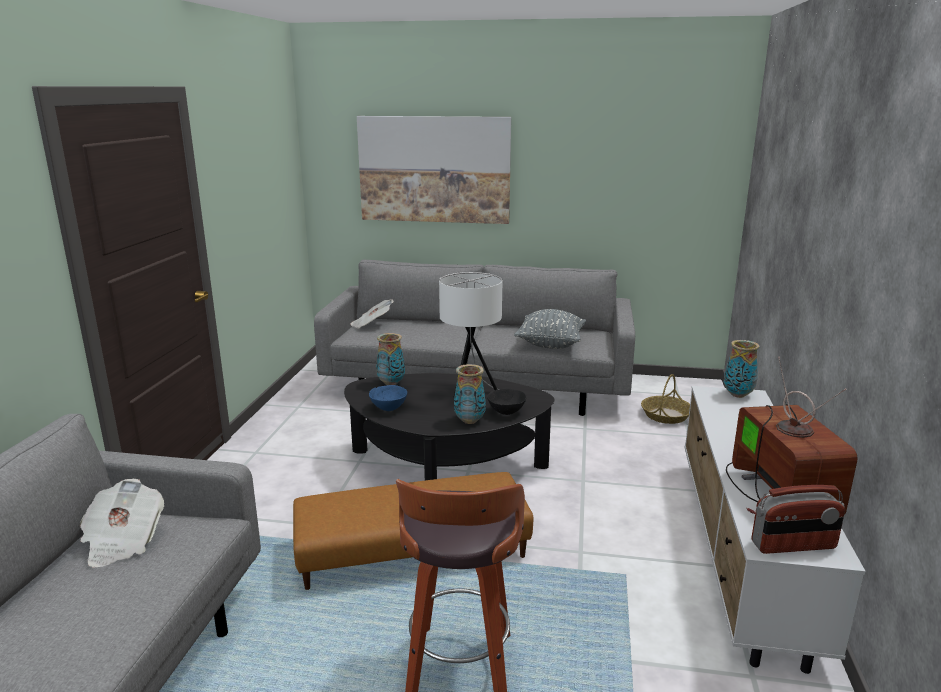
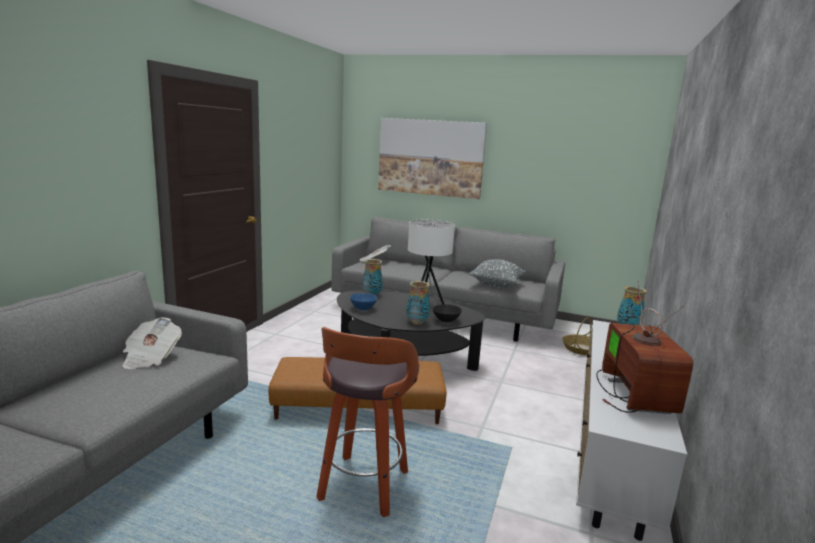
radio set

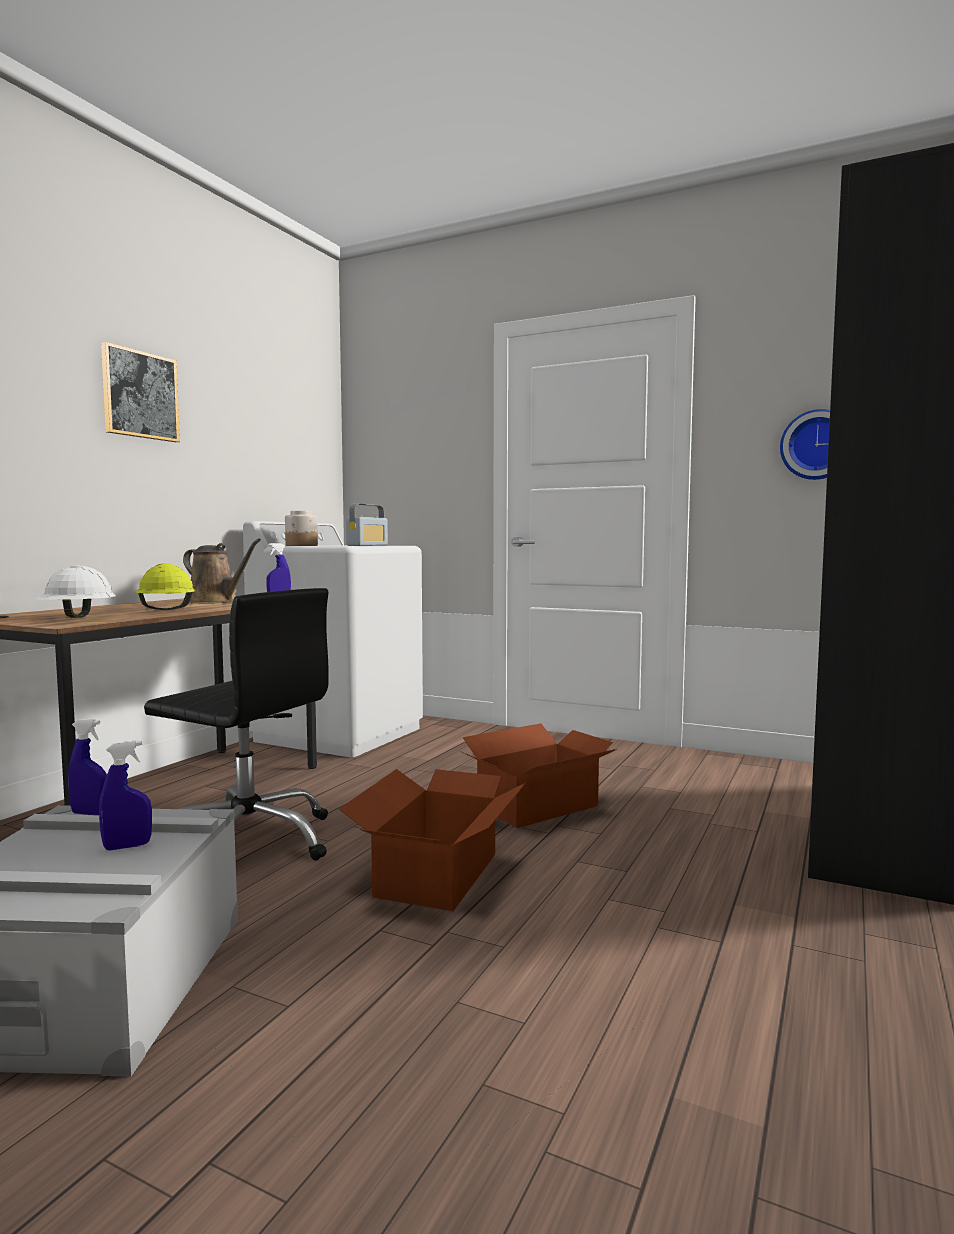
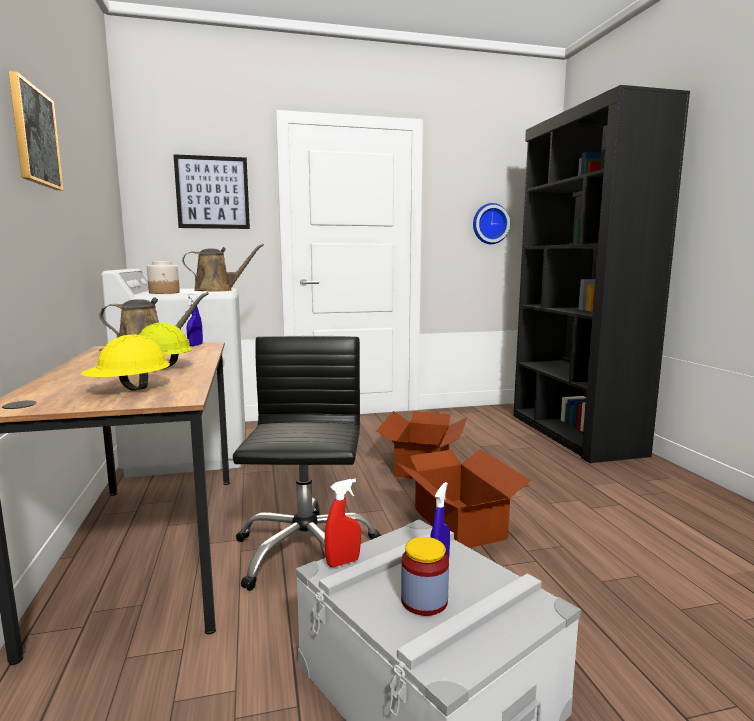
yellow-coloured hard hat (1st from left); red spray bottle; blackish computer chair; brown-coloured sprinkling can (2nd from left); wall picture (2nd from left); preserve jar (2nd from left)

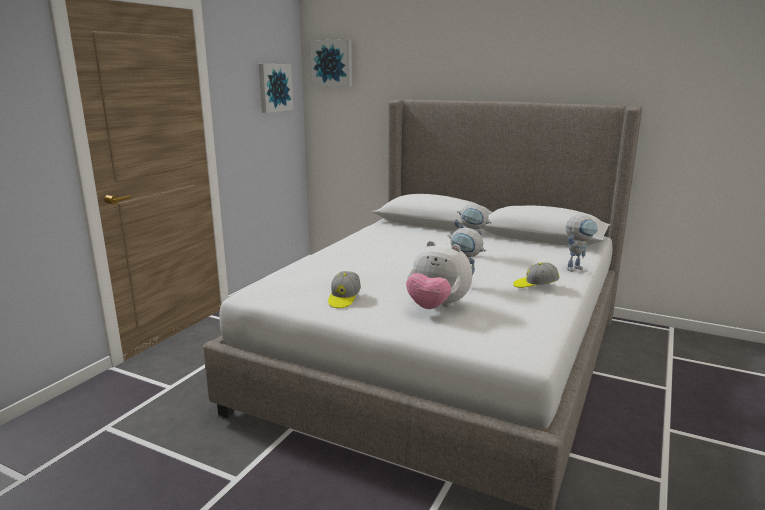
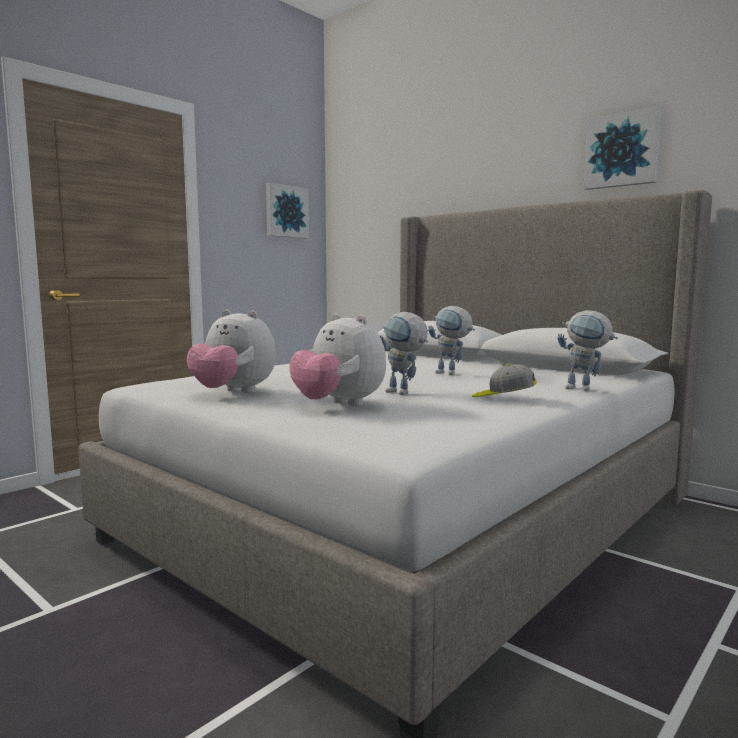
wall picture (2nd from left); cuddly toy (1st from left); toy robot (3rd from left)

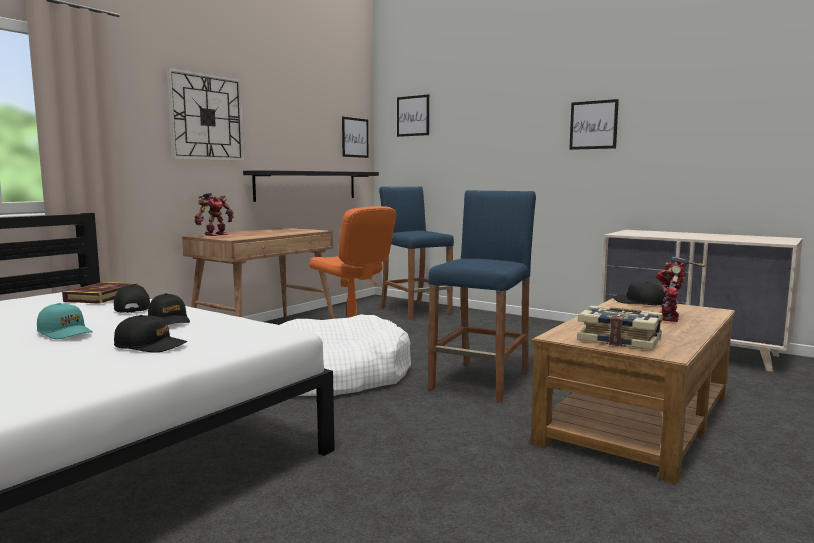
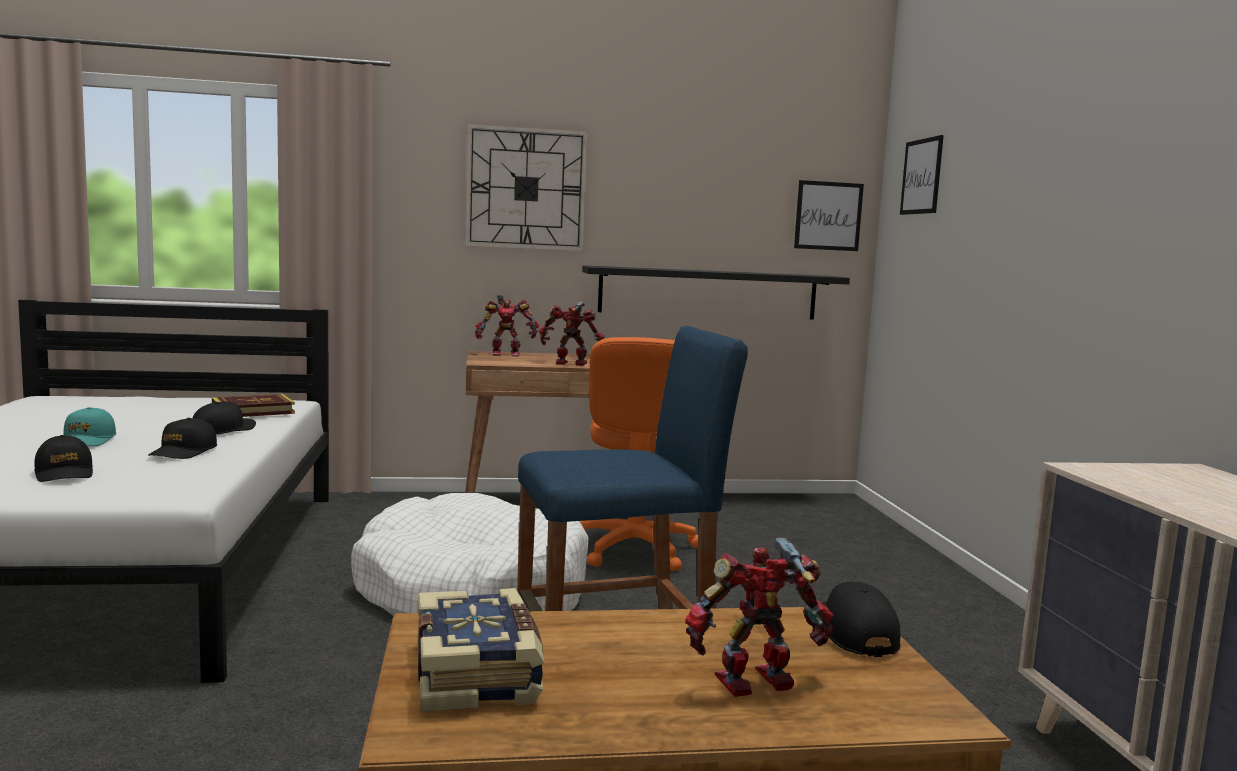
bluish stool (1st from left in the first image); wall picture (3rd from left in the first image); toy robot (2nd from left)

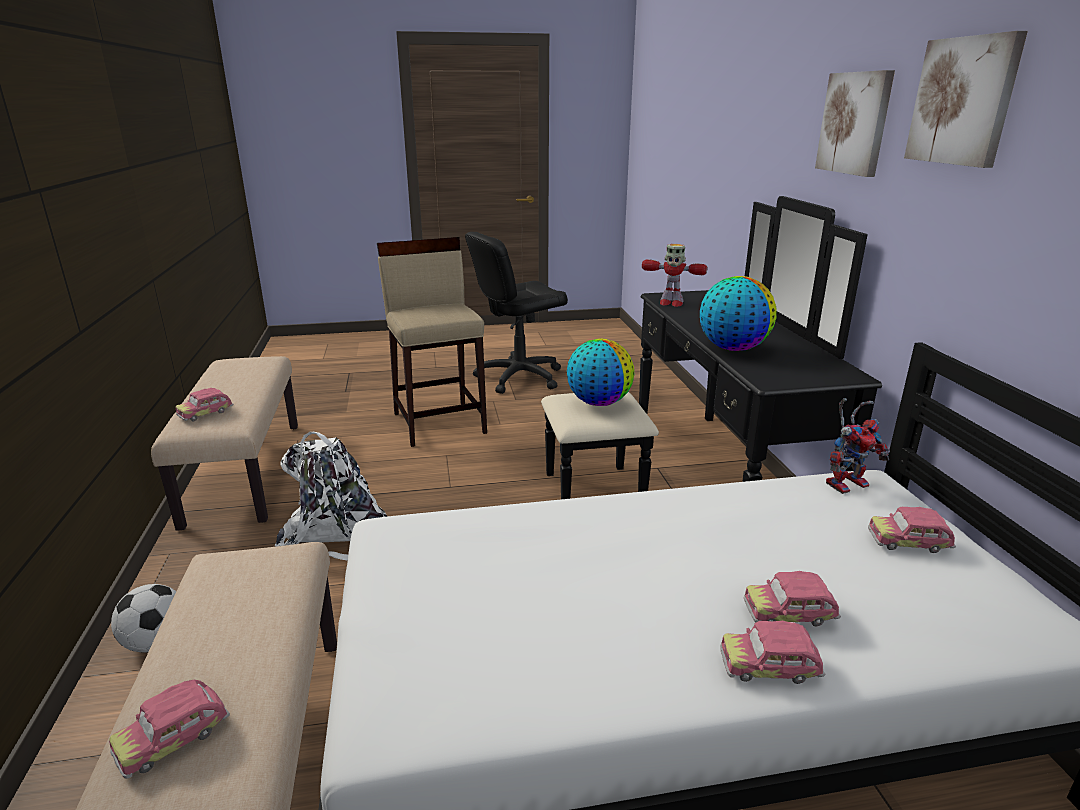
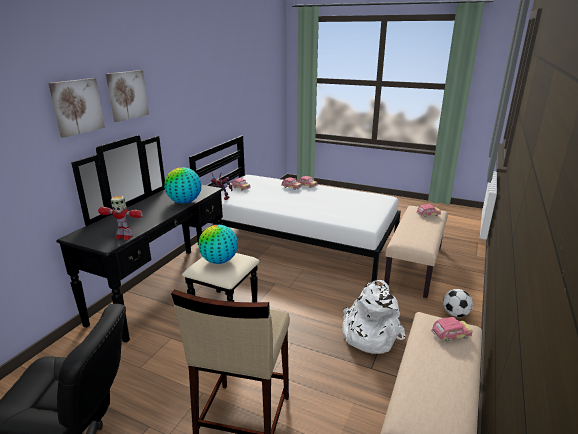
toy robot (1st from left); wall picture (1st from left)

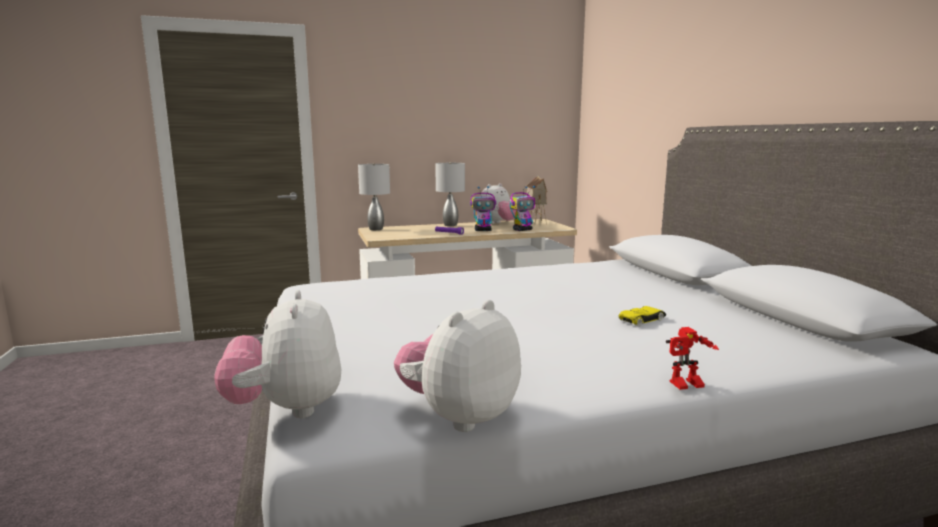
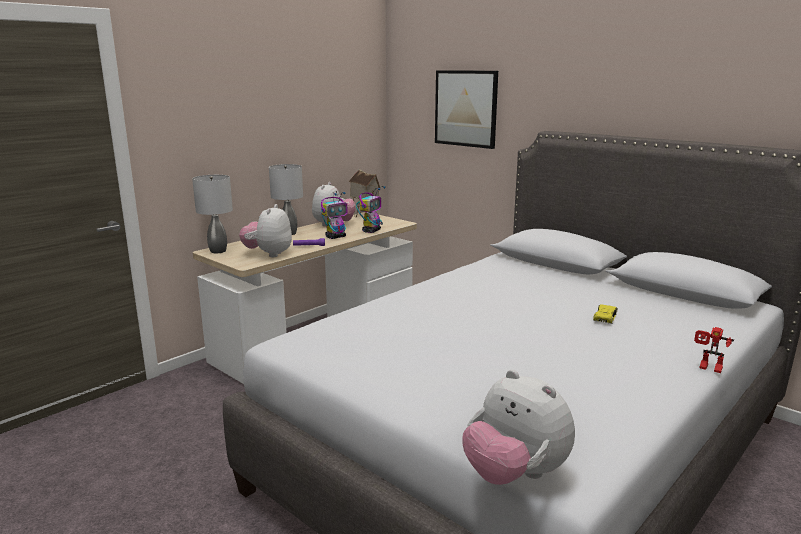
cuddly toy (1st from left); toy robot (3rd from left); wall picture

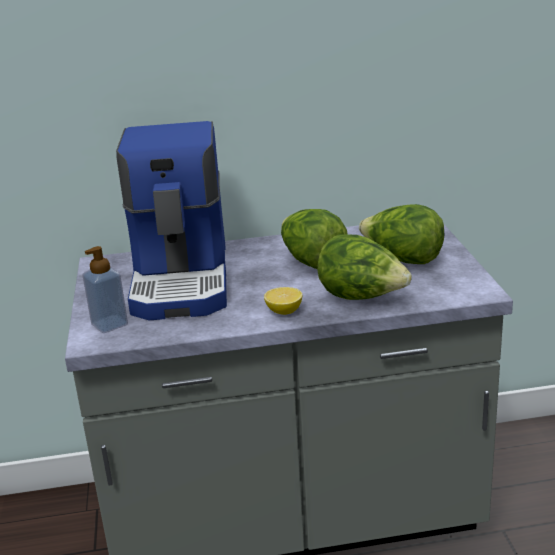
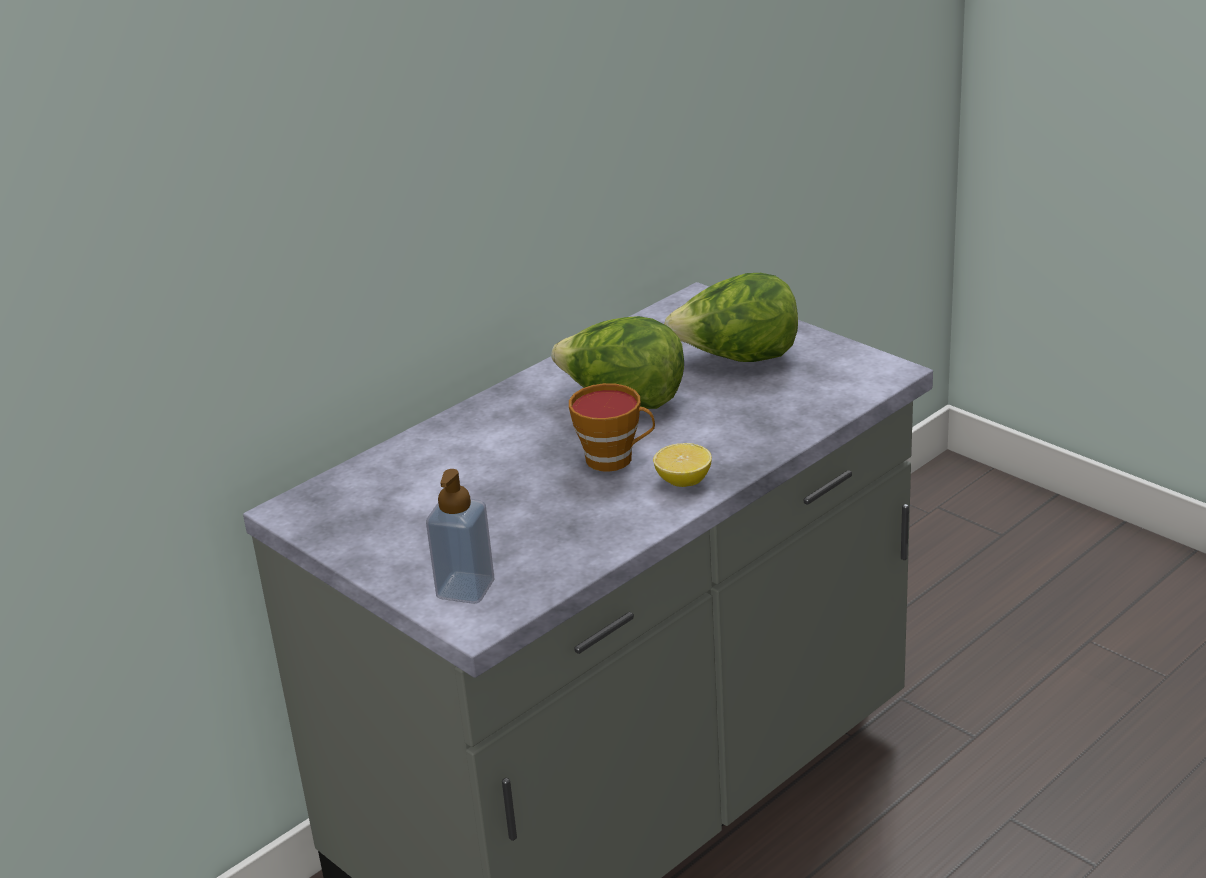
coffee maker; head of lettuce (2nd from left in the first image); cup

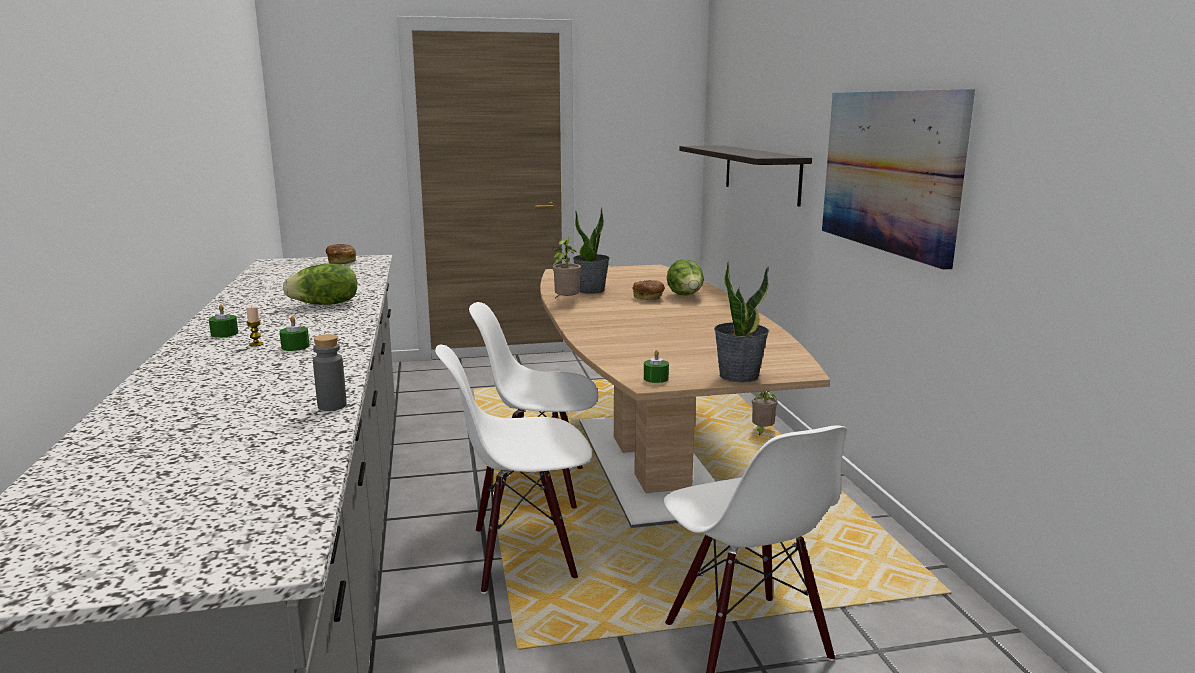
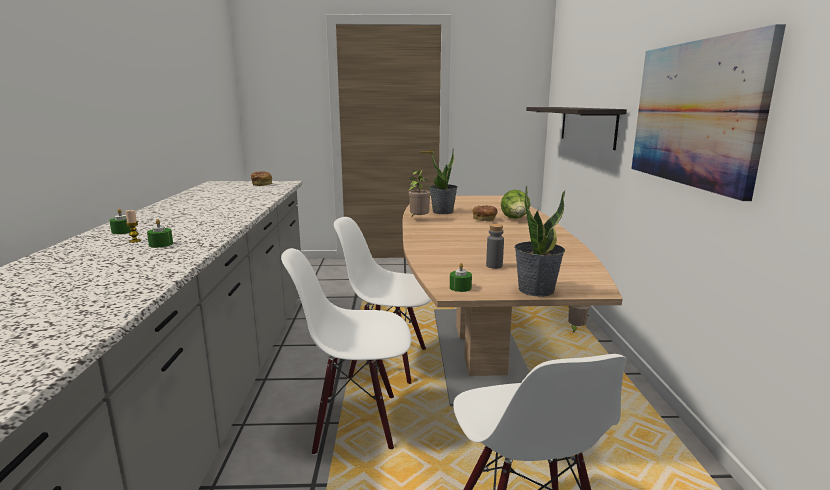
head of lettuce (1st from left in the first image); greyish bottle

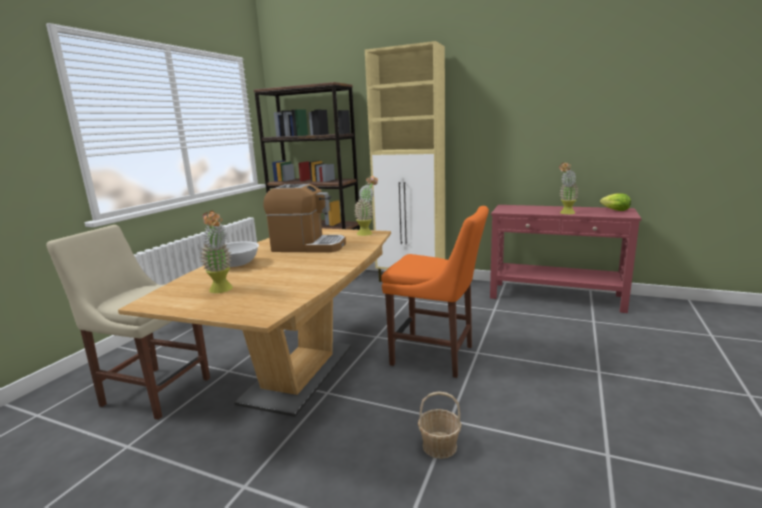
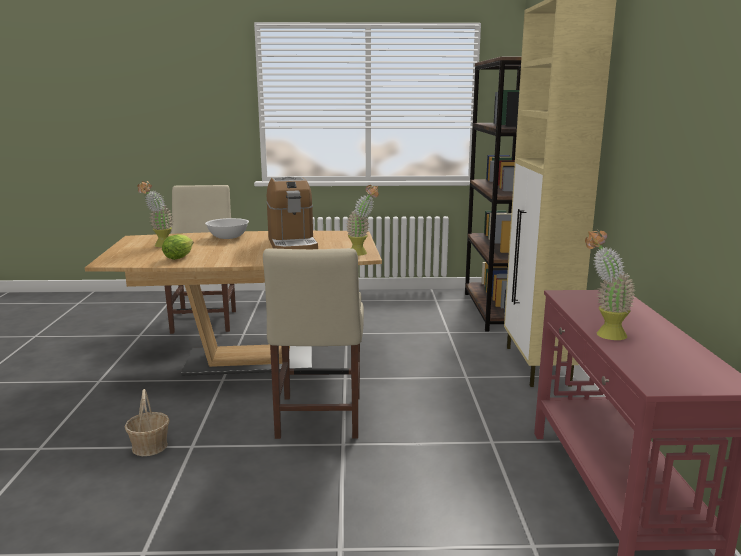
beige-coloured upright chair (2nd from left); head of lettuce

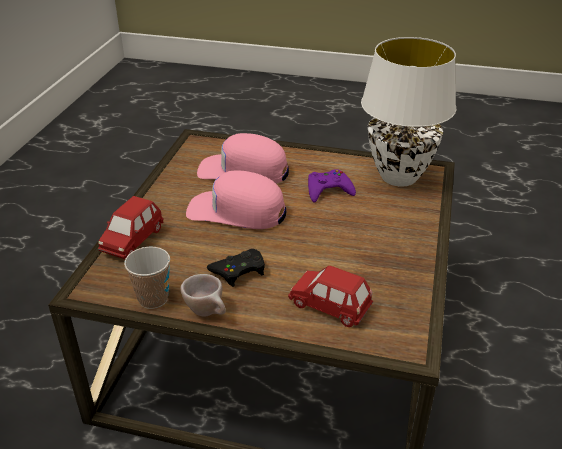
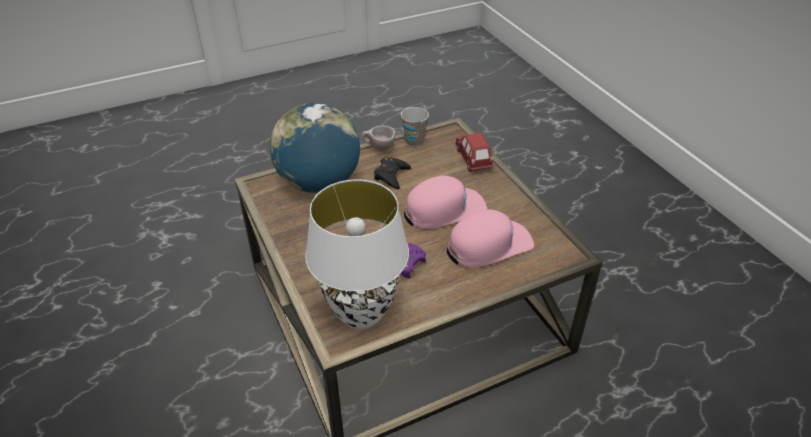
globe

